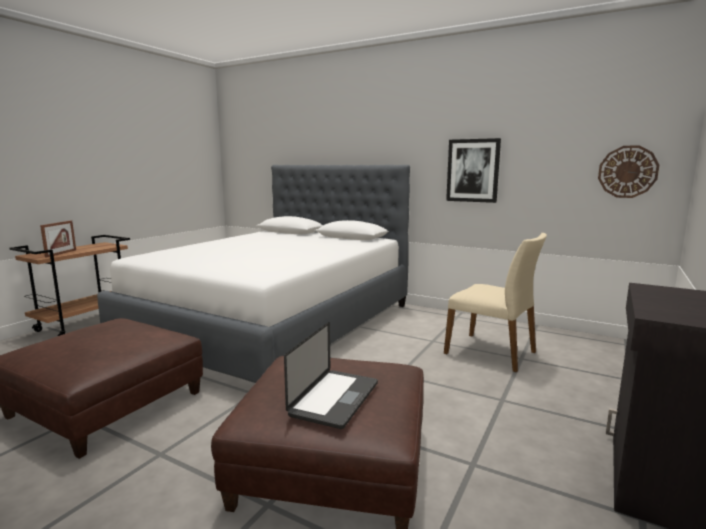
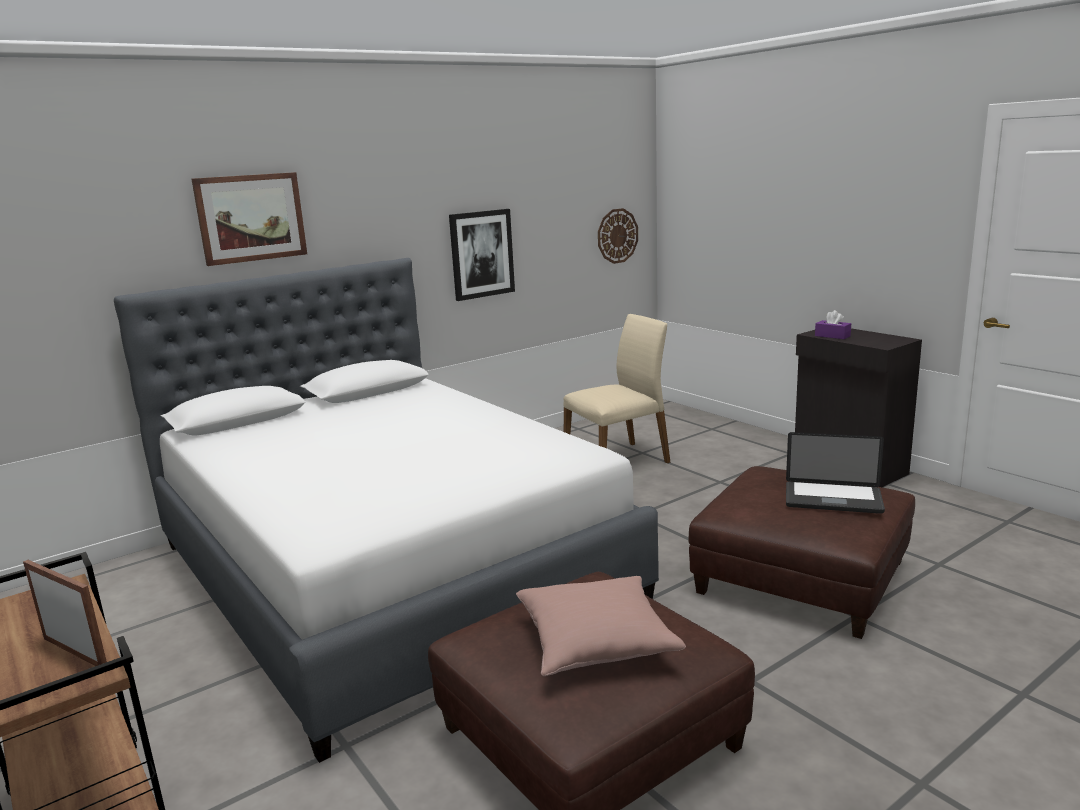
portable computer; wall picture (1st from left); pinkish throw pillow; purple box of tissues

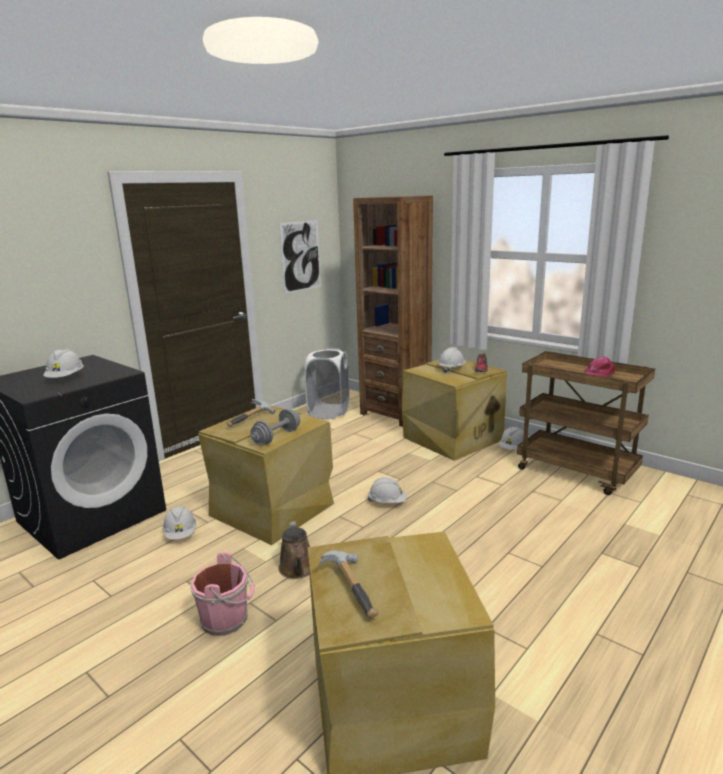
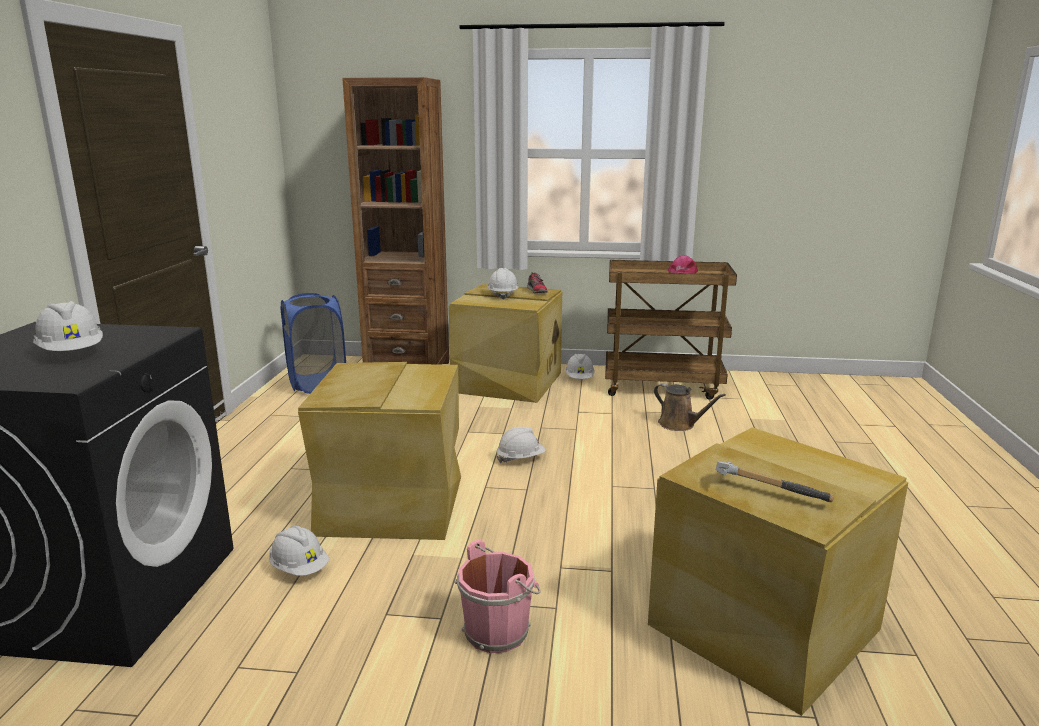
hand hammer (1st from left in the first image); greyish hand weight; wall picture; brown-coloured sprinkling can; bluish laundry basket

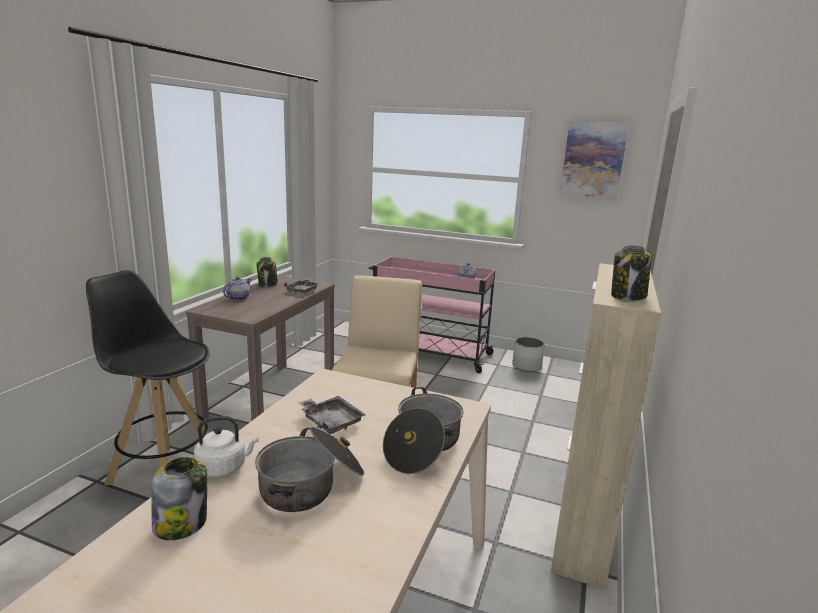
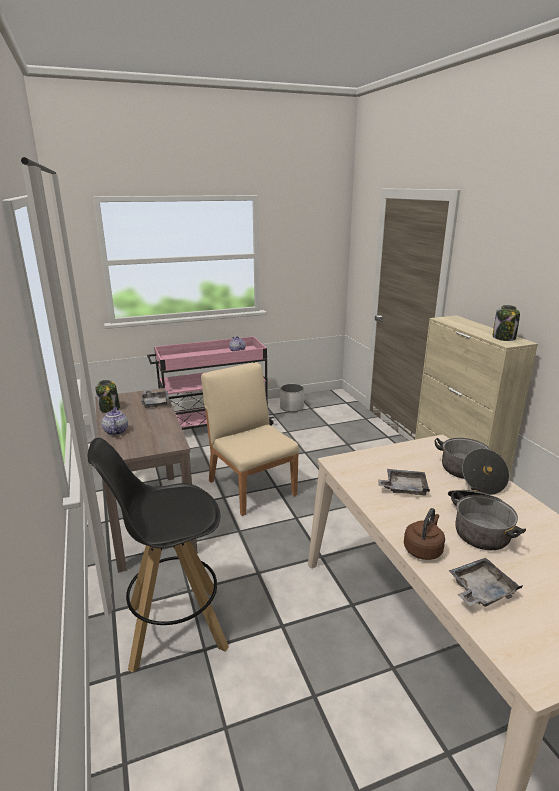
greyish tray (3rd from left); brown-coloured tea kettle; wall picture

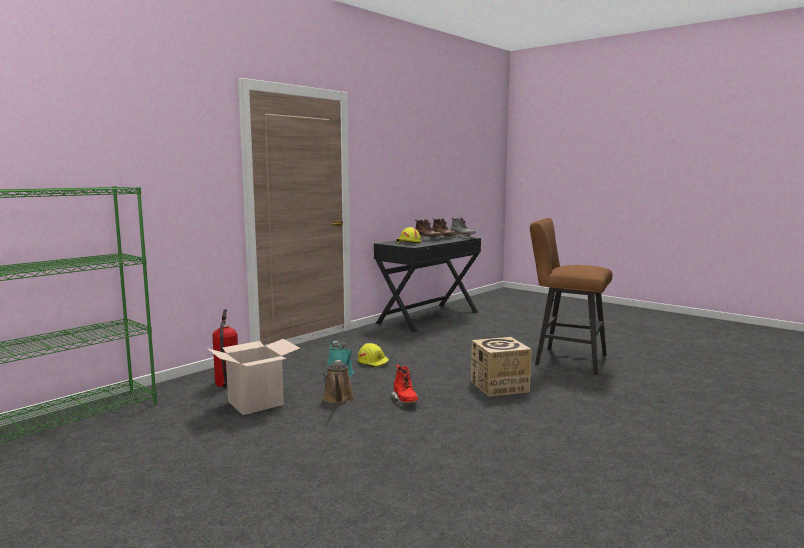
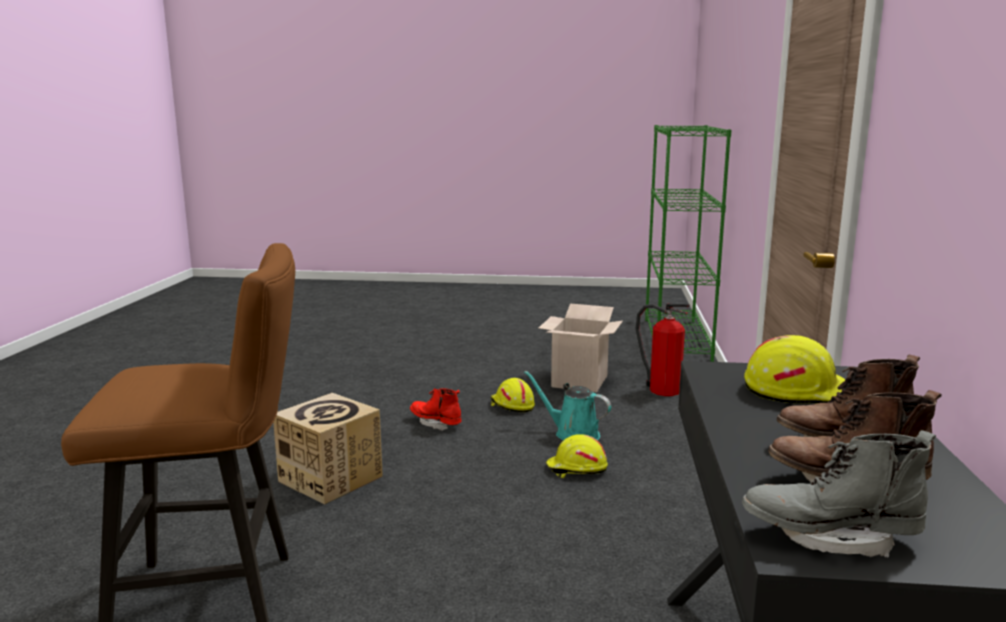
yellow-coloured hard hat (1st from left)

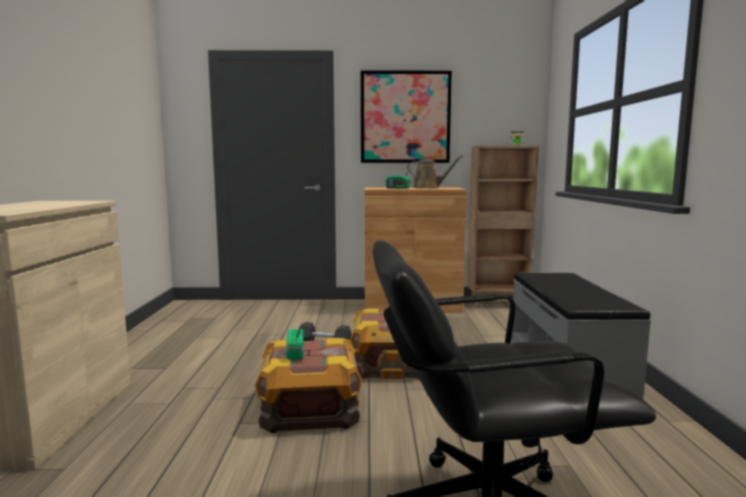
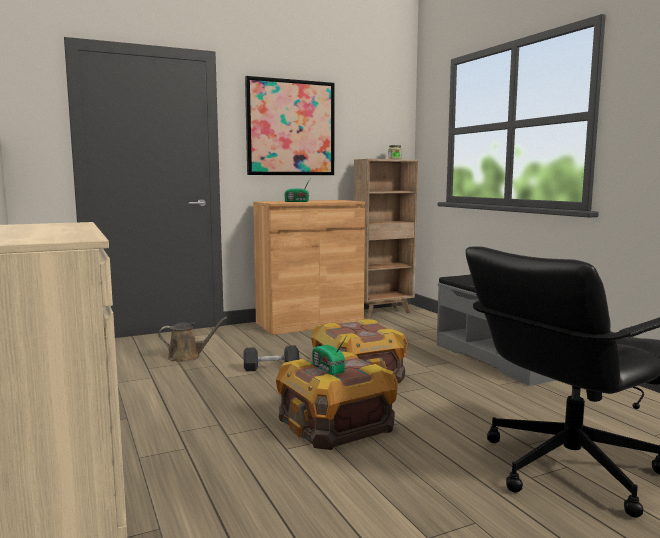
brown-coloured sprinkling can

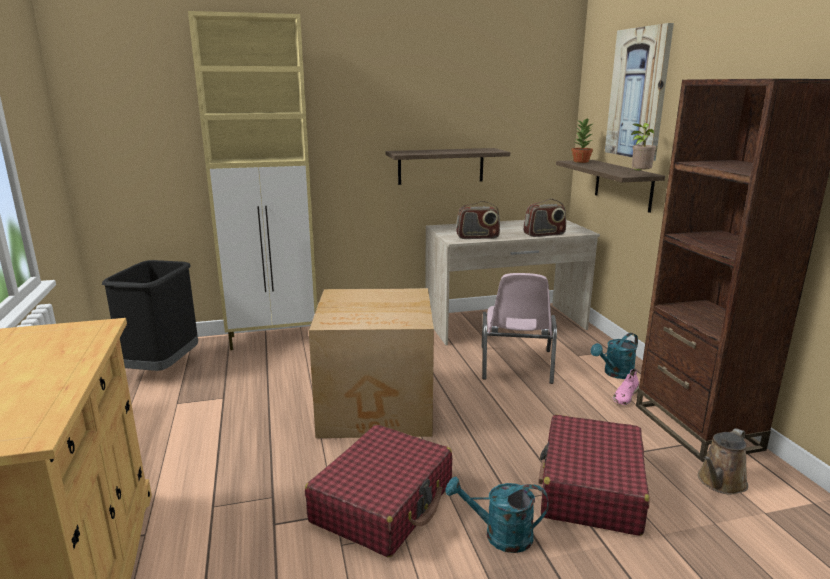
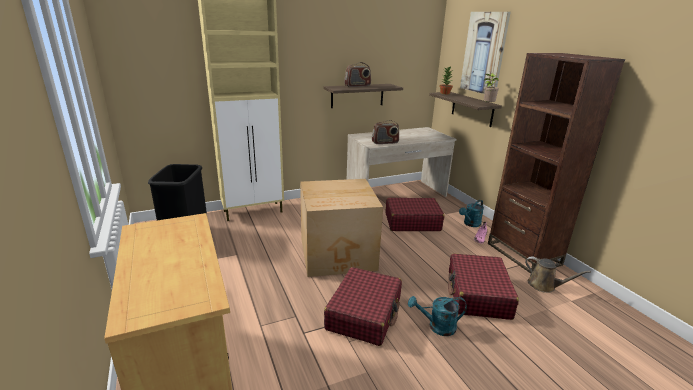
red piece of luggage (2nd from left); radio set (1st from left); brown-coloured sprinkling can

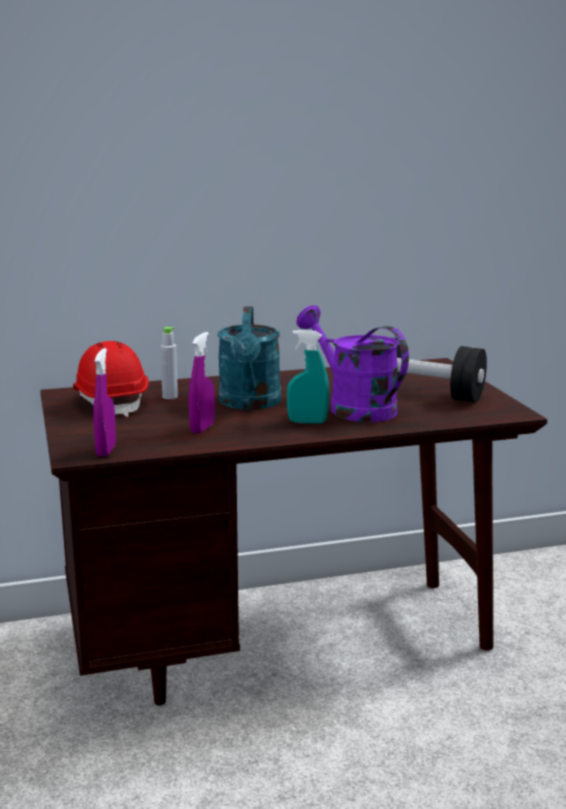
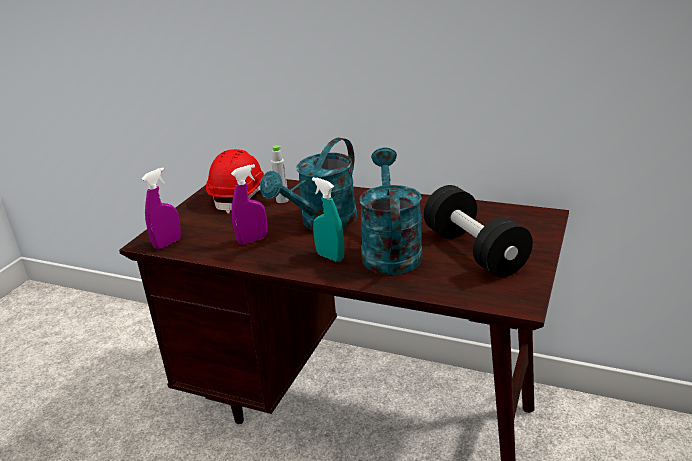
blue-green sprinkling can (2nd from left)

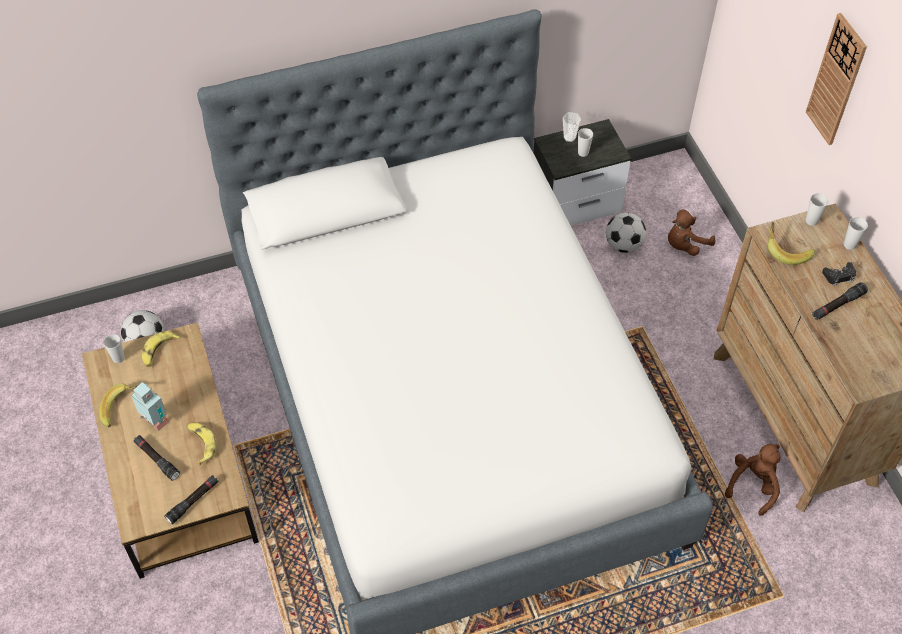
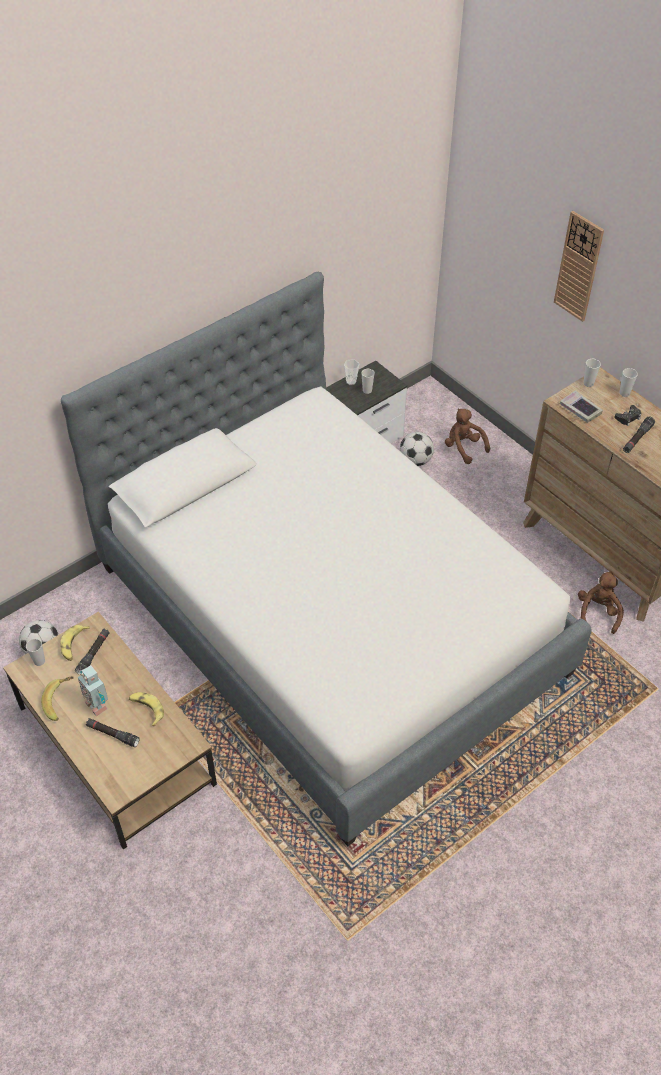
toy robot; blackish hand torch (1st from left); brown-coloured cuddly toy (1st from left); book

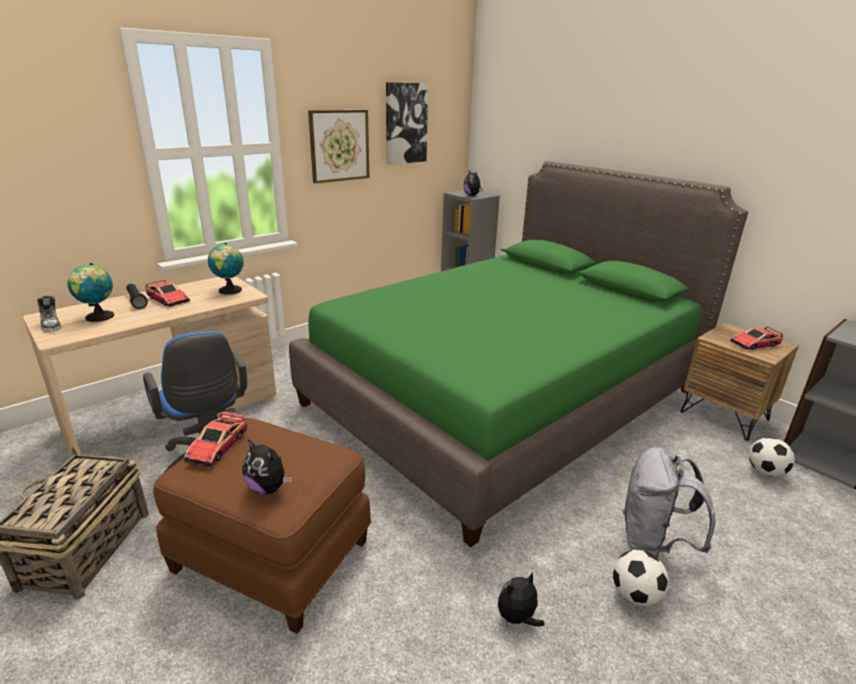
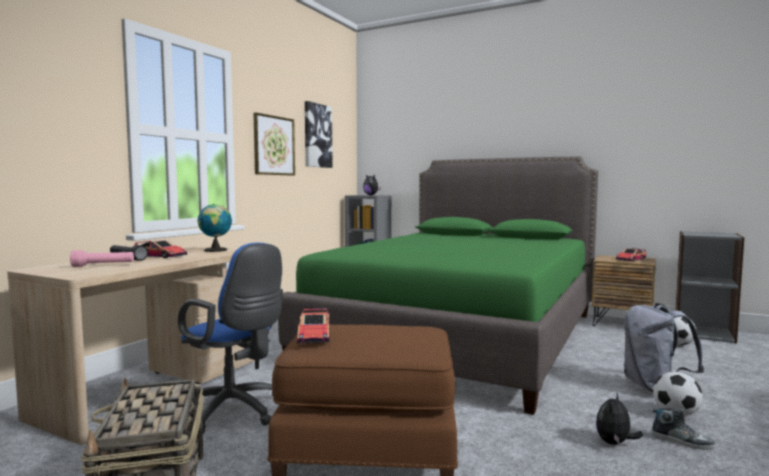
shoe; pinkish hand torch; cuddly toy (1st from left in the first image)

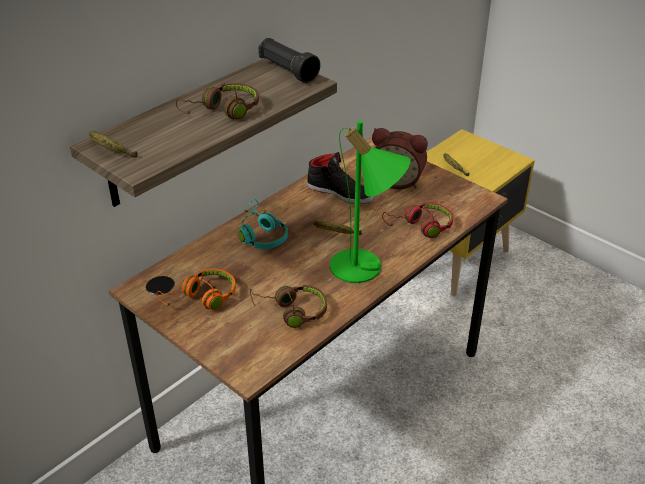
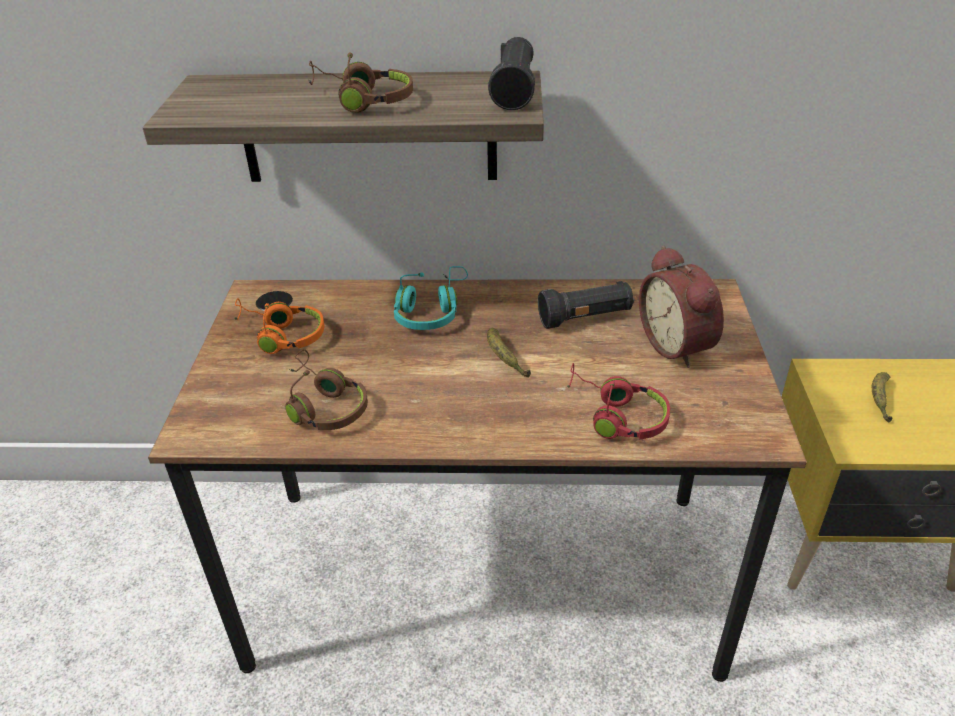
whole banana (1st from left in the first image); blackish hand torch (2nd from left); green-coloured tabletop lamp

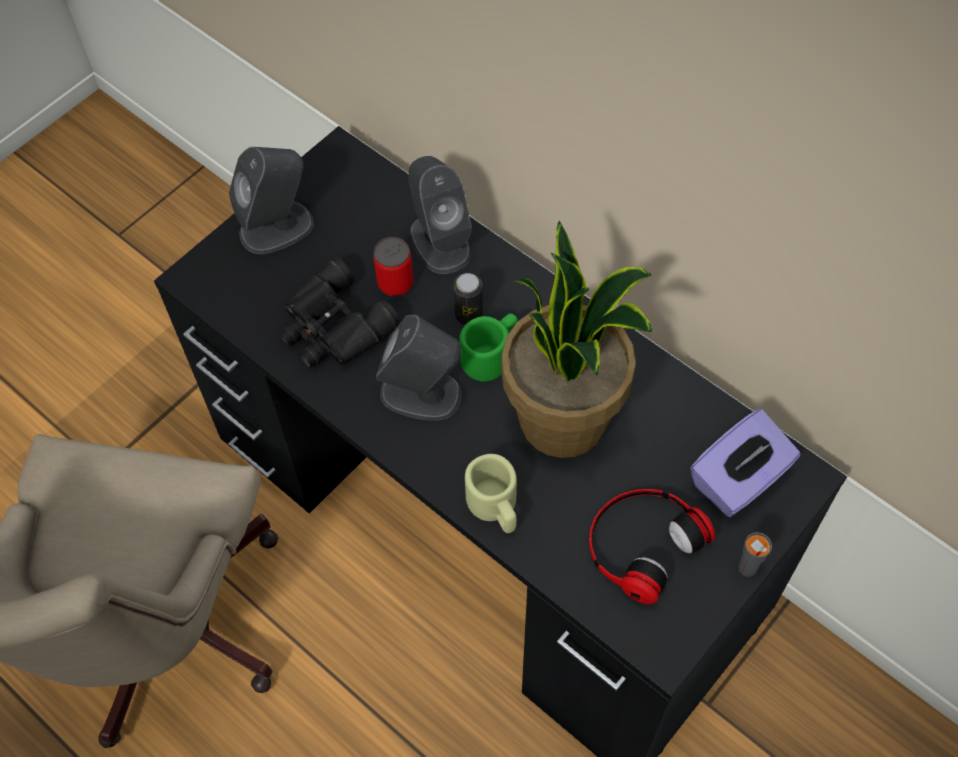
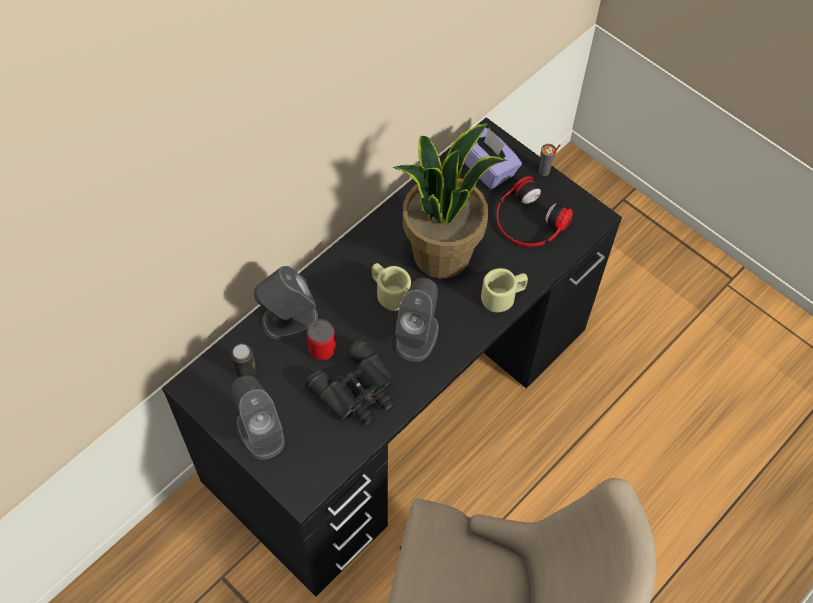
sealed can (1st from left); beige-coloured mug (1st from left)

